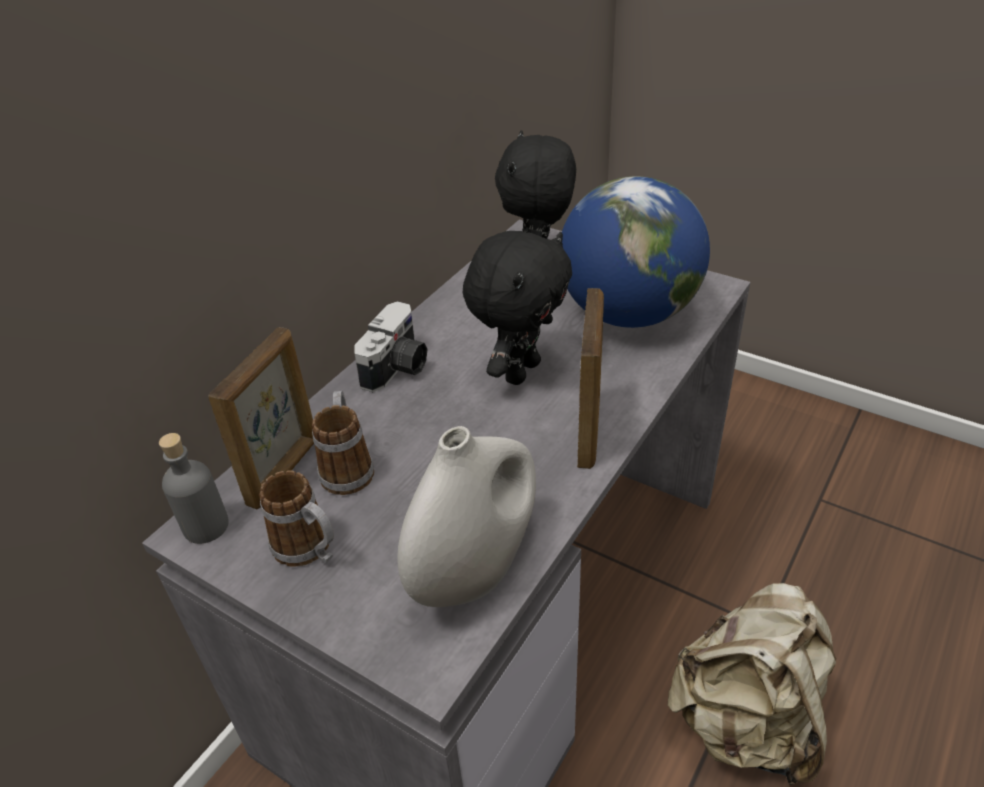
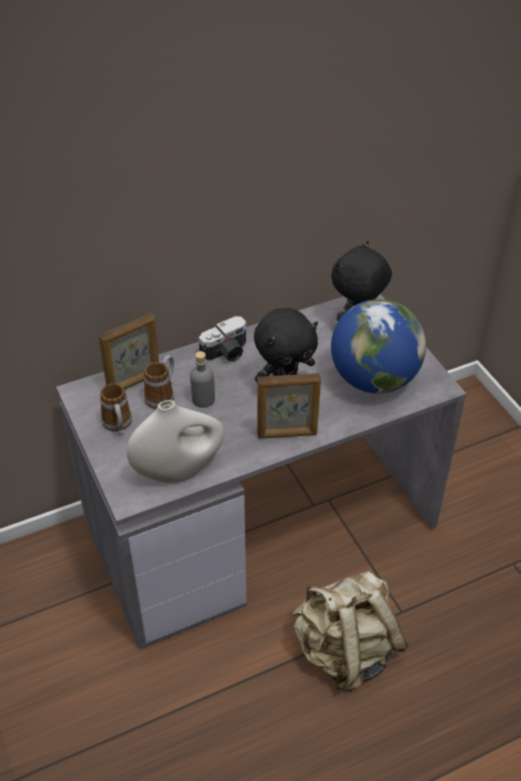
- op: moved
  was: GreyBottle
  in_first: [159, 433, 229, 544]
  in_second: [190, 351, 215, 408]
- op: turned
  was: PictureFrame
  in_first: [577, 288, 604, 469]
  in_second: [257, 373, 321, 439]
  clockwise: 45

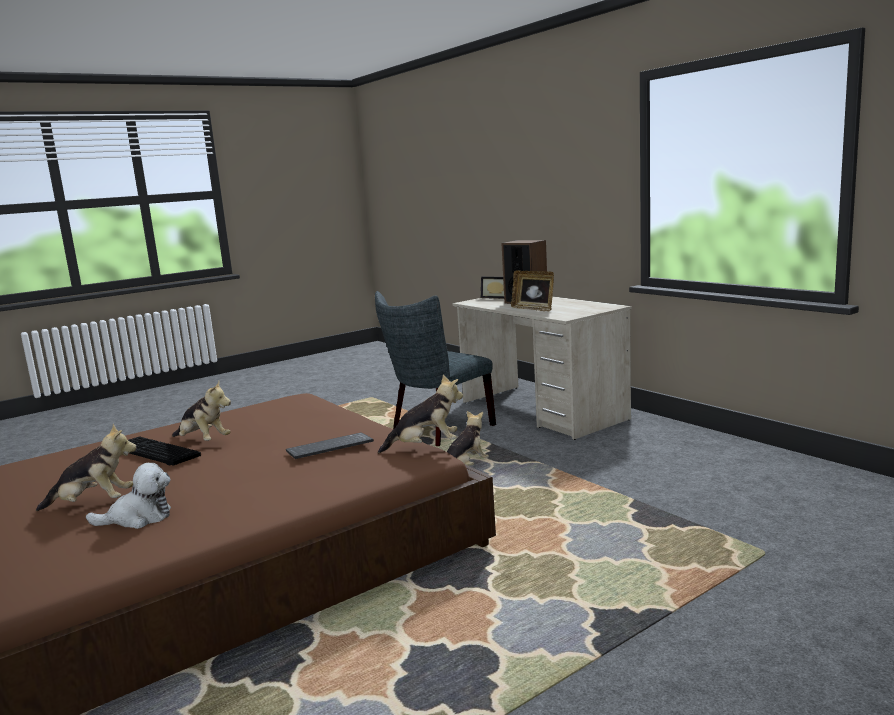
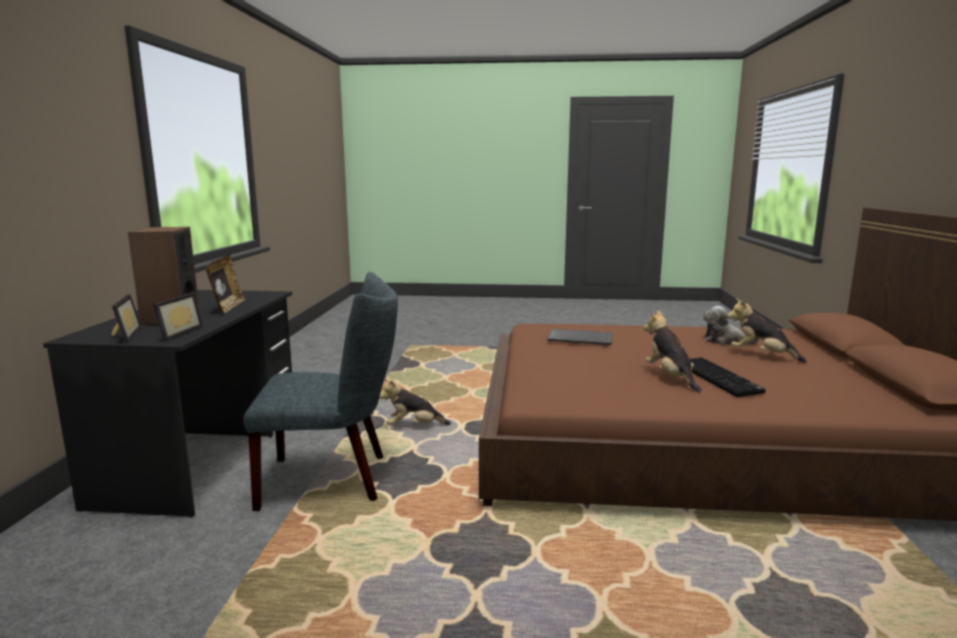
- op: removed
  was: CuddlyToy
  in_first: [378, 375, 463, 453]
- op: added
  now: PictureFrame
  in_second: [153, 292, 203, 341]
- op: recoloured
  was: BeigeDesk
  now: BlackDesk
  in_first: [452, 296, 632, 440]
  in_second: [43, 290, 292, 518]

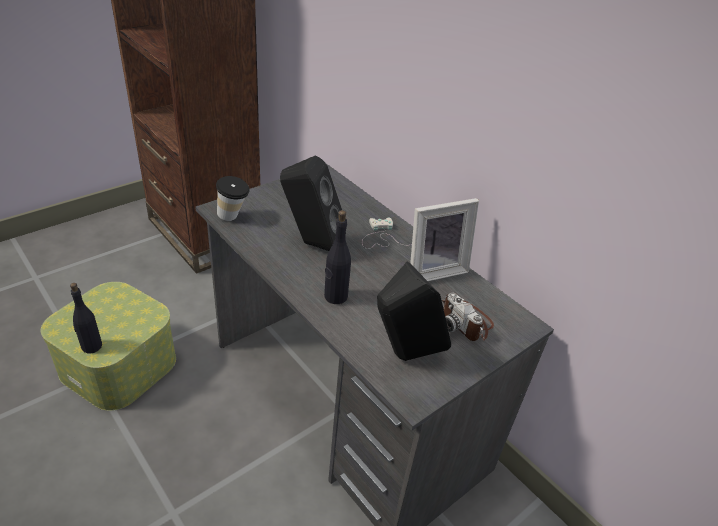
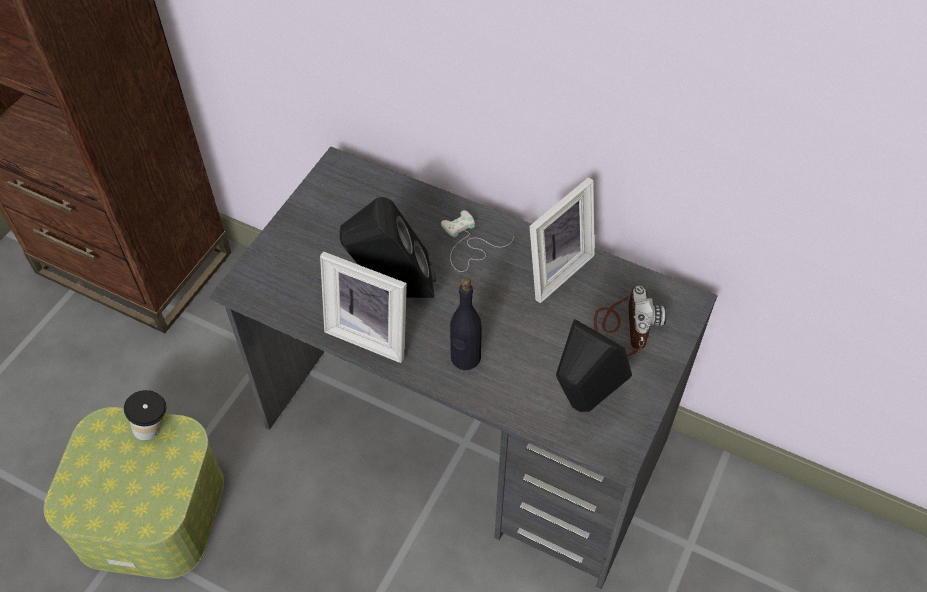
- op: removed
  was: BlackBottle
  in_first: [70, 283, 102, 353]
- op: added
  now: PictureFrame
  in_second: [320, 251, 407, 363]
- op: moved
  was: Cup
  in_first: [216, 176, 250, 221]
  in_second: [124, 390, 166, 440]
- op: turned
  was: StillCamera
  in_first: [442, 292, 494, 341]
  in_second: [594, 286, 667, 357]
  clockwise: -120

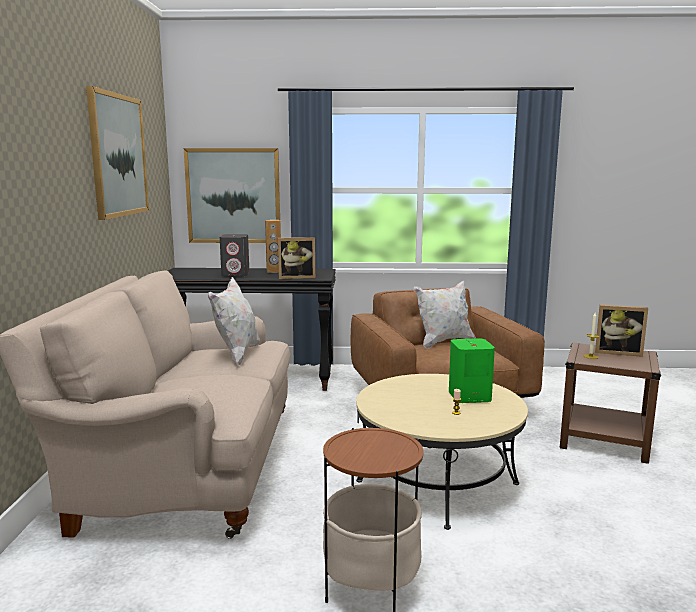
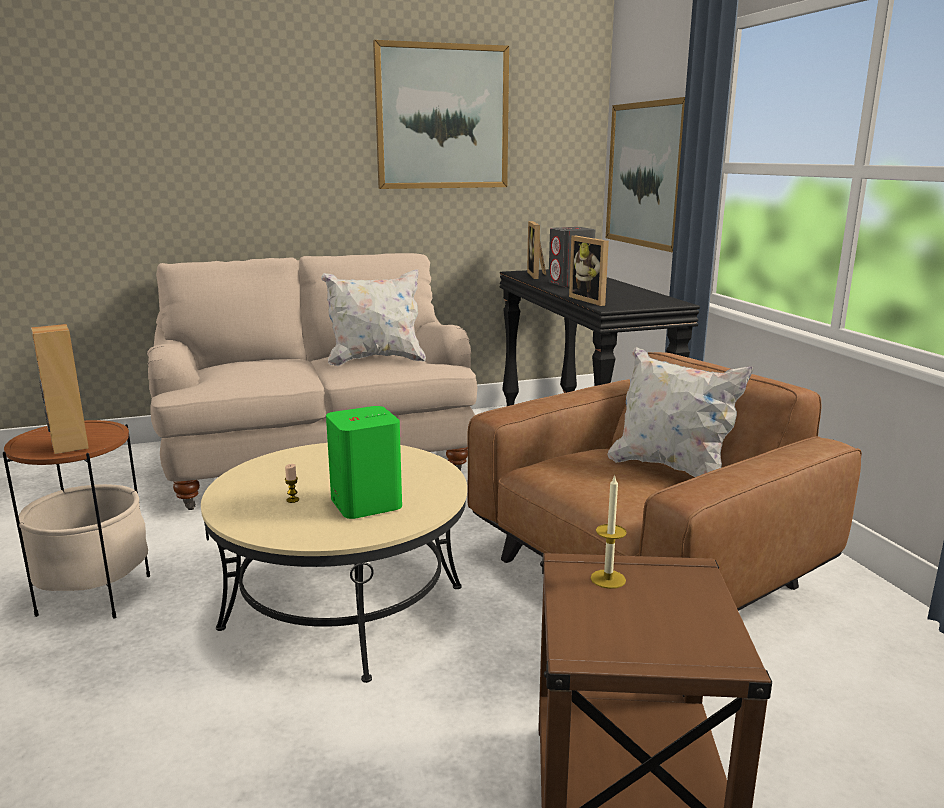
- op: moved
  was: BrownColouredLoudspeaker
  in_first: [265, 220, 281, 273]
  in_second: [31, 324, 89, 454]
- op: moved
  was: PictureFrame
  in_first: [595, 305, 648, 357]
  in_second: [527, 221, 546, 279]

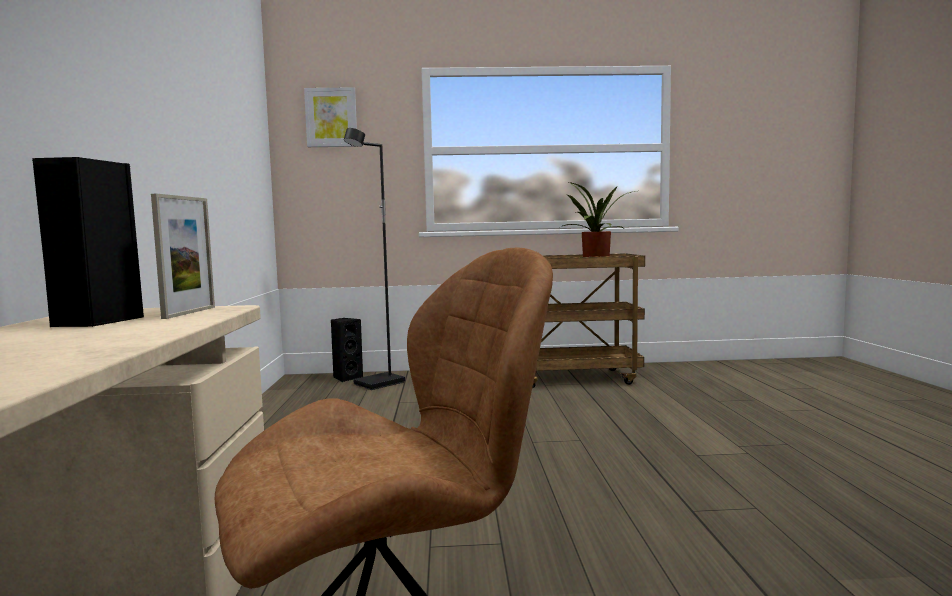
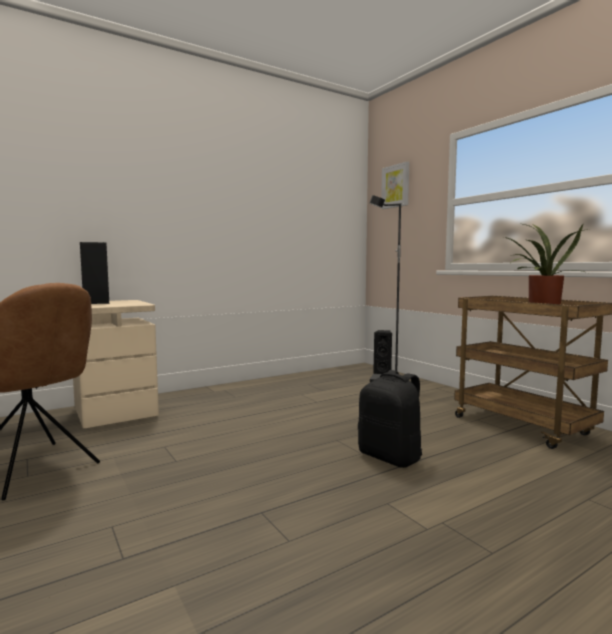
- op: removed
  was: PictureFrame
  in_first: [151, 194, 215, 319]
- op: added
  now: BlackRucksack
  in_second: [358, 370, 422, 468]

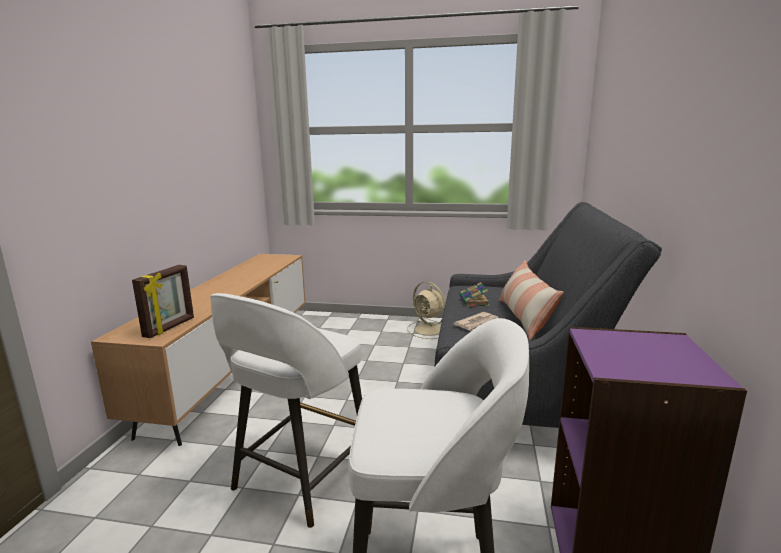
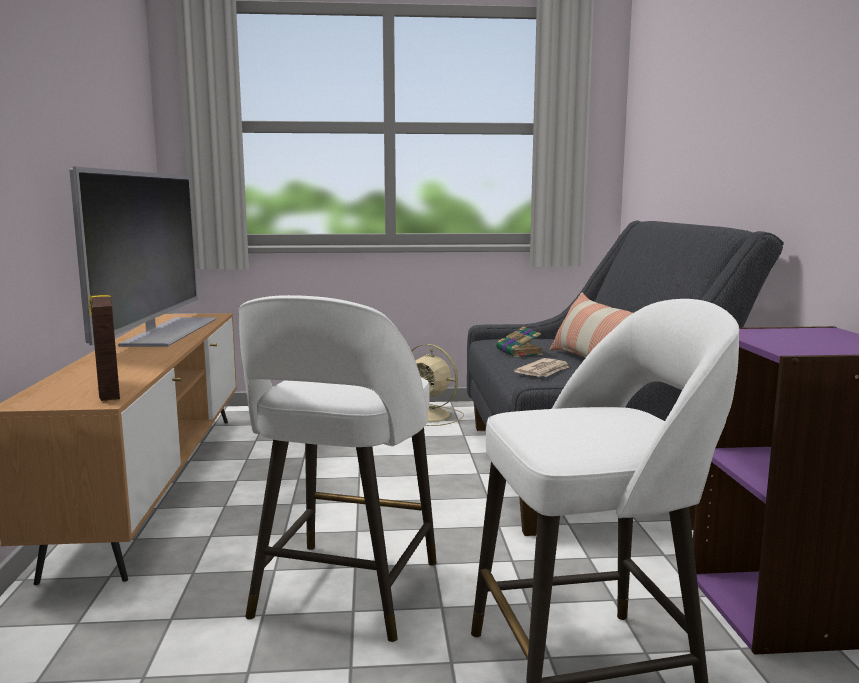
- op: added
  now: Television
  in_second: [69, 166, 216, 347]
- op: turned
  was: PictureFrame
  in_first: [132, 265, 194, 338]
  in_second: [89, 294, 120, 401]
  clockwise: 150

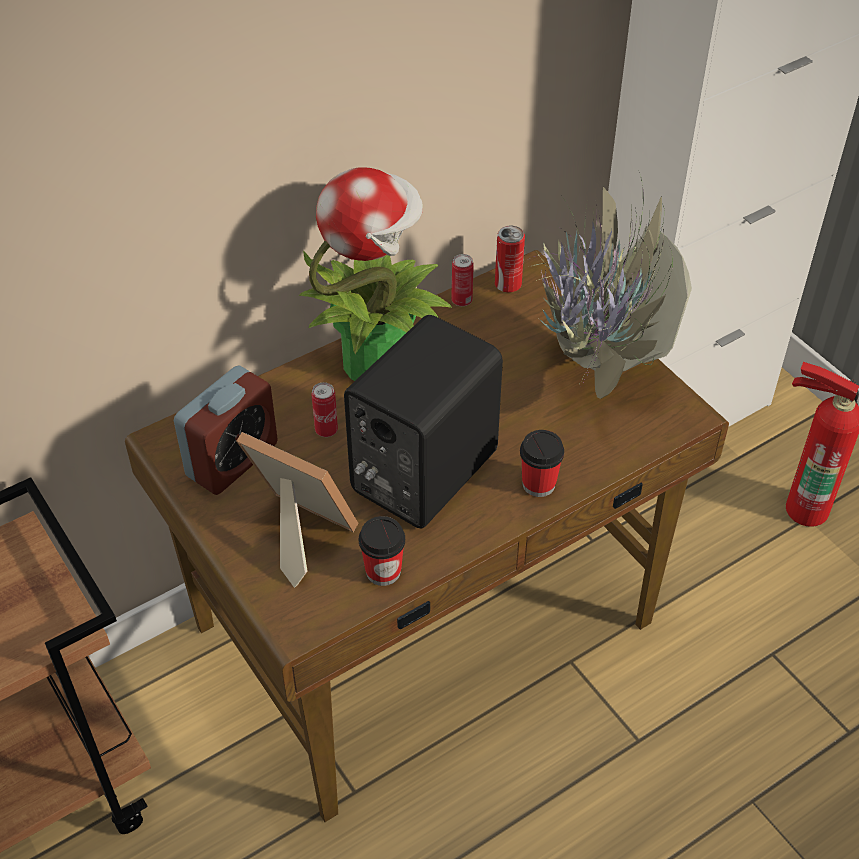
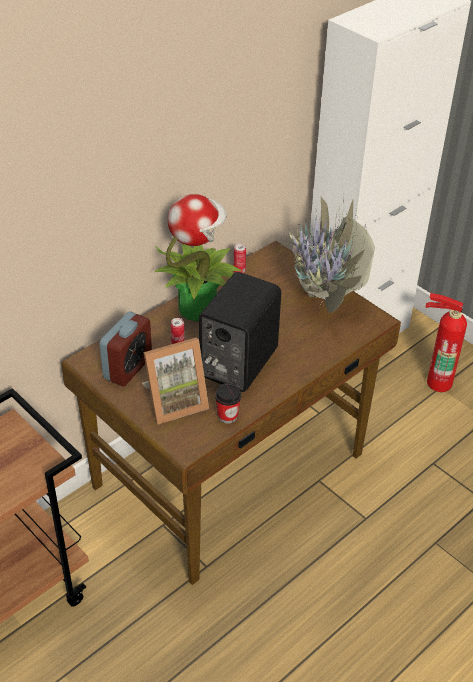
- op: removed
  was: SealedCan
  in_first: [495, 225, 525, 292]
- op: removed
  was: Cup
  in_first: [520, 430, 564, 497]
- op: turned
  was: PictureFrame
  in_first: [236, 432, 358, 588]
  in_second: [142, 337, 209, 425]
  clockwise: 135

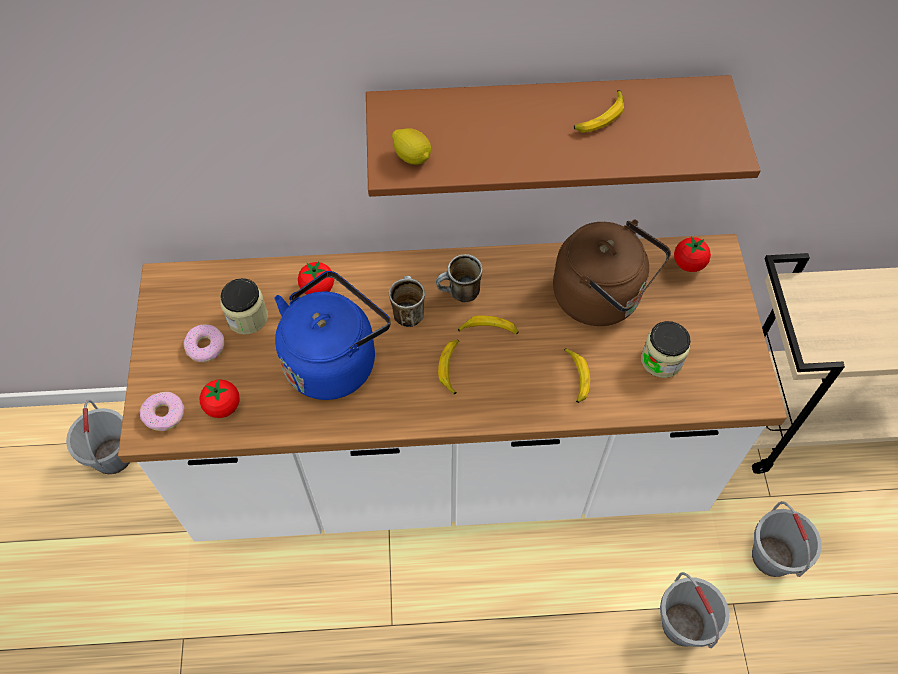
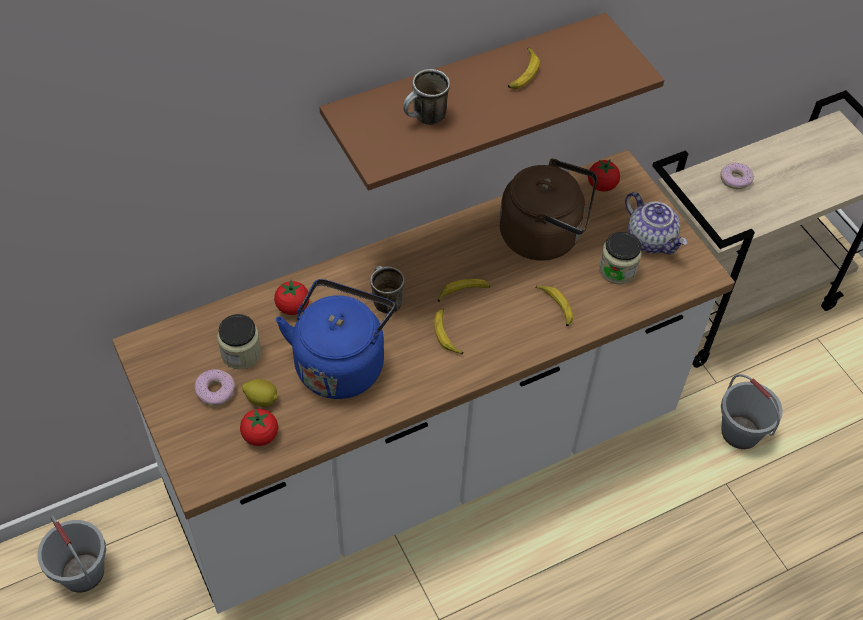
- op: removed
  was: GreyPail
  in_first: [660, 572, 730, 648]
- op: added
  now: PotForTea
  in_second: [625, 192, 687, 255]
- op: moved
  was: Donut
  in_first: [140, 392, 185, 431]
  in_second: [720, 162, 754, 189]
- op: moved
  was: WholeLemon
  in_first: [392, 128, 431, 165]
  in_second: [242, 379, 278, 407]
- op: moved
  was: TeaMug
  in_first: [436, 254, 482, 303]
  in_second: [403, 69, 450, 125]

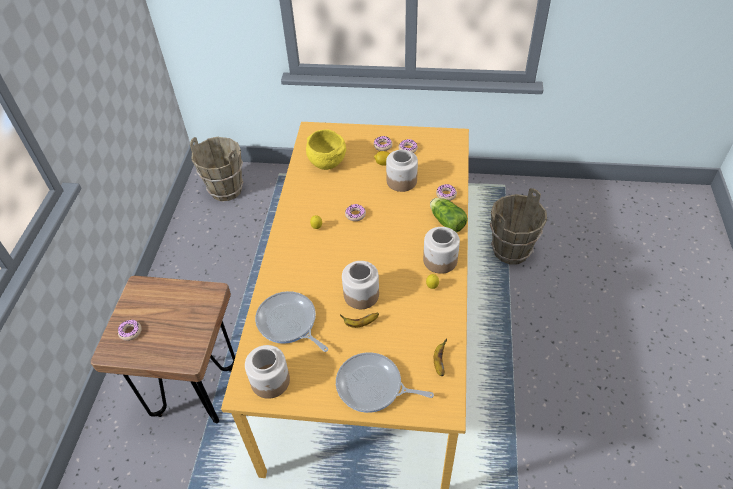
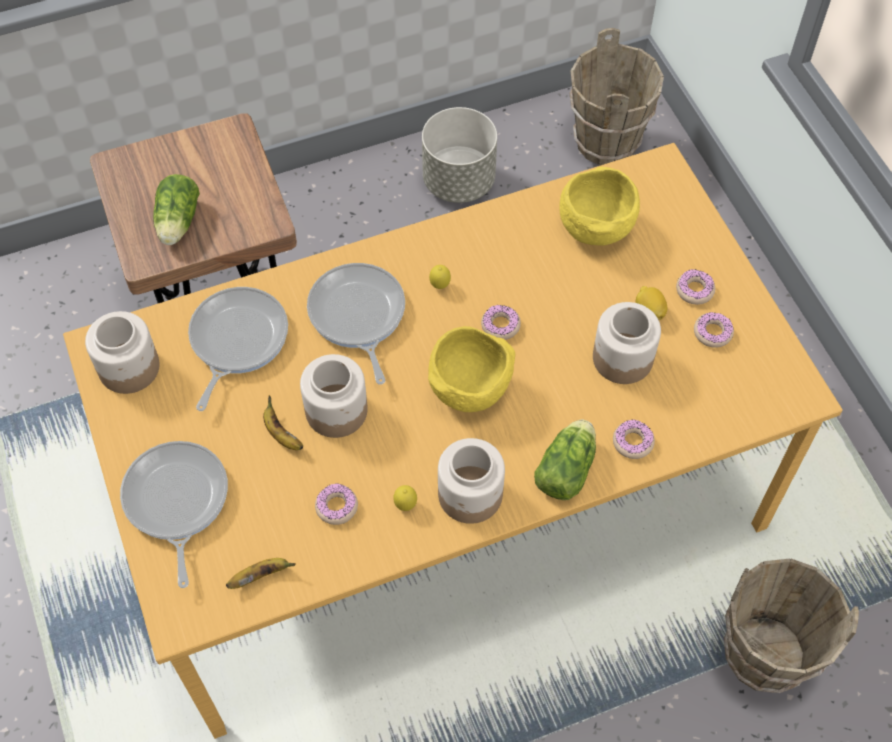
- op: added
  now: Lettuce
  in_second: [153, 174, 200, 245]
- op: added
  now: Pan
  in_second: [307, 263, 405, 384]
- op: added
  now: GreyPlantPot
  in_second: [422, 107, 497, 203]
- op: added
  now: YellowishServingBowl
  in_second: [428, 326, 515, 412]
- op: moved
  was: Donut
  in_first: [118, 320, 142, 341]
  in_second: [315, 483, 358, 525]

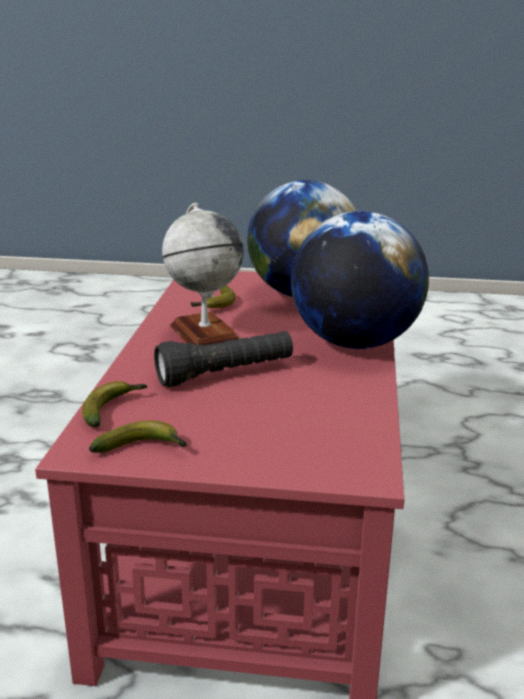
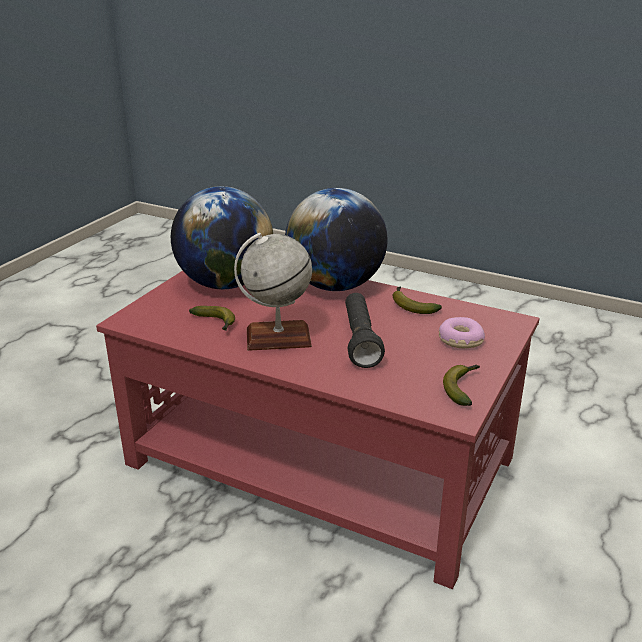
- op: added
  now: Donut
  in_second: [439, 317, 485, 348]
- op: moved
  was: Banana
  in_first: [82, 381, 147, 427]
  in_second: [393, 286, 442, 314]

